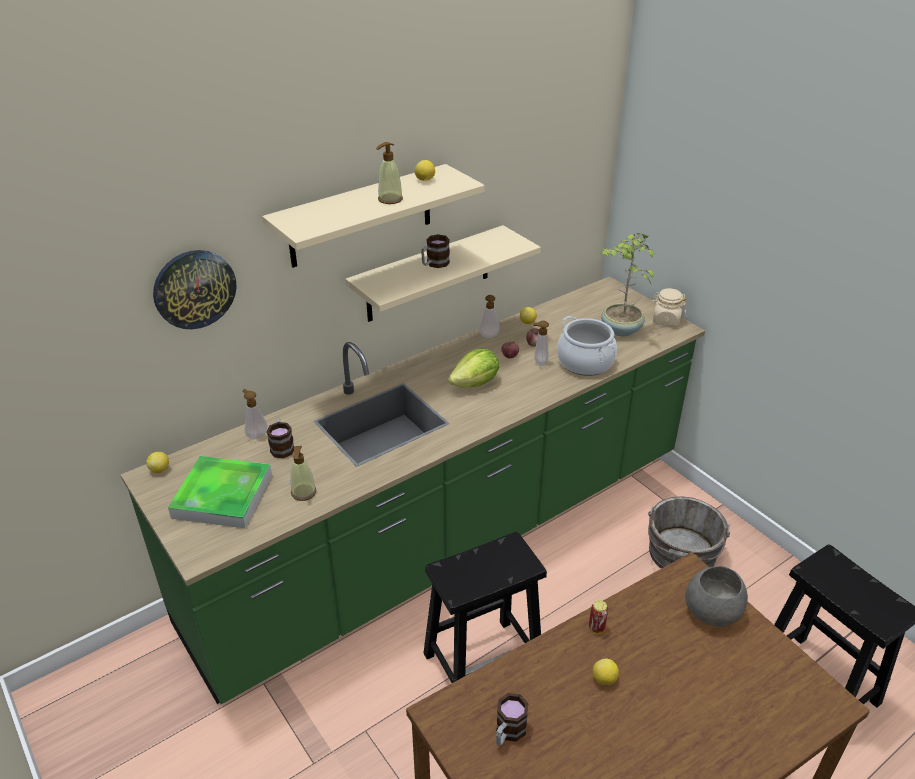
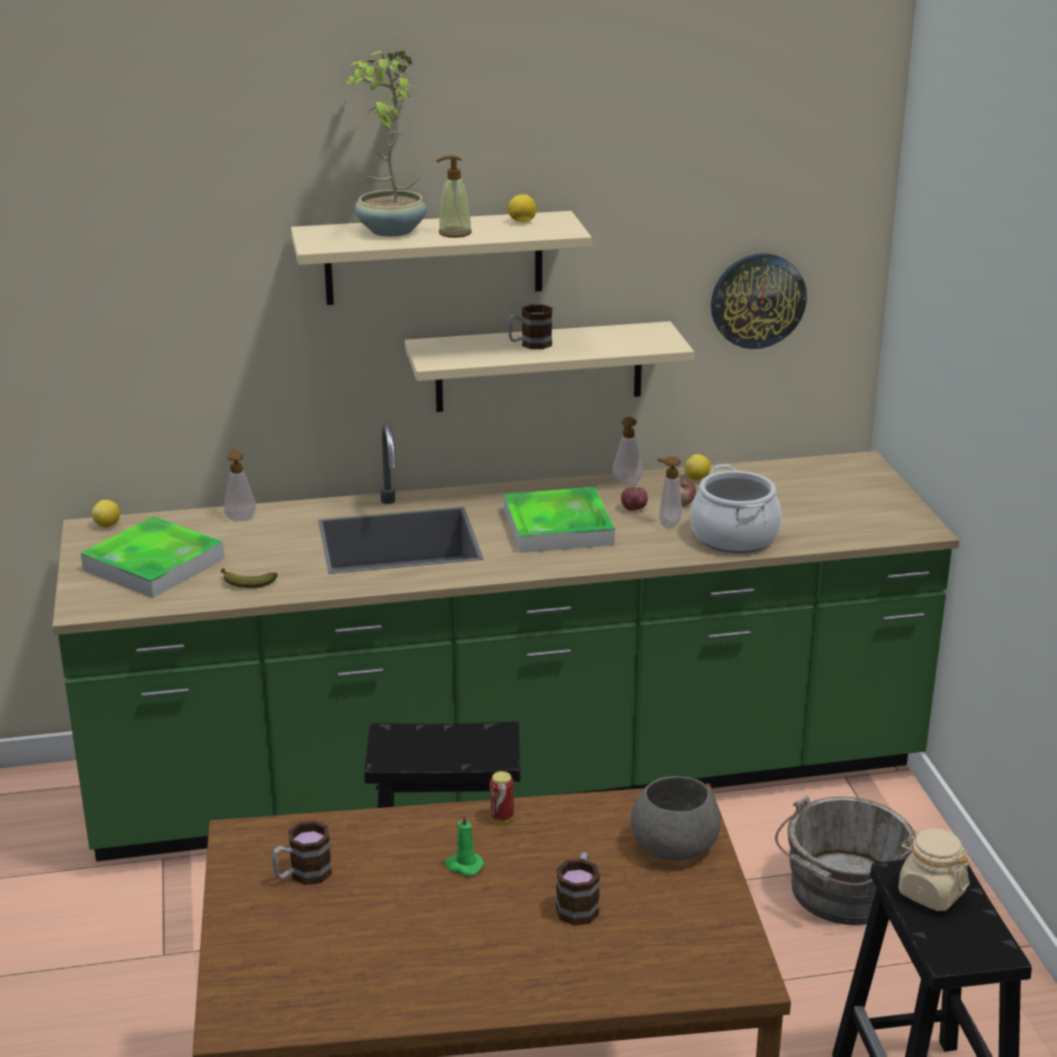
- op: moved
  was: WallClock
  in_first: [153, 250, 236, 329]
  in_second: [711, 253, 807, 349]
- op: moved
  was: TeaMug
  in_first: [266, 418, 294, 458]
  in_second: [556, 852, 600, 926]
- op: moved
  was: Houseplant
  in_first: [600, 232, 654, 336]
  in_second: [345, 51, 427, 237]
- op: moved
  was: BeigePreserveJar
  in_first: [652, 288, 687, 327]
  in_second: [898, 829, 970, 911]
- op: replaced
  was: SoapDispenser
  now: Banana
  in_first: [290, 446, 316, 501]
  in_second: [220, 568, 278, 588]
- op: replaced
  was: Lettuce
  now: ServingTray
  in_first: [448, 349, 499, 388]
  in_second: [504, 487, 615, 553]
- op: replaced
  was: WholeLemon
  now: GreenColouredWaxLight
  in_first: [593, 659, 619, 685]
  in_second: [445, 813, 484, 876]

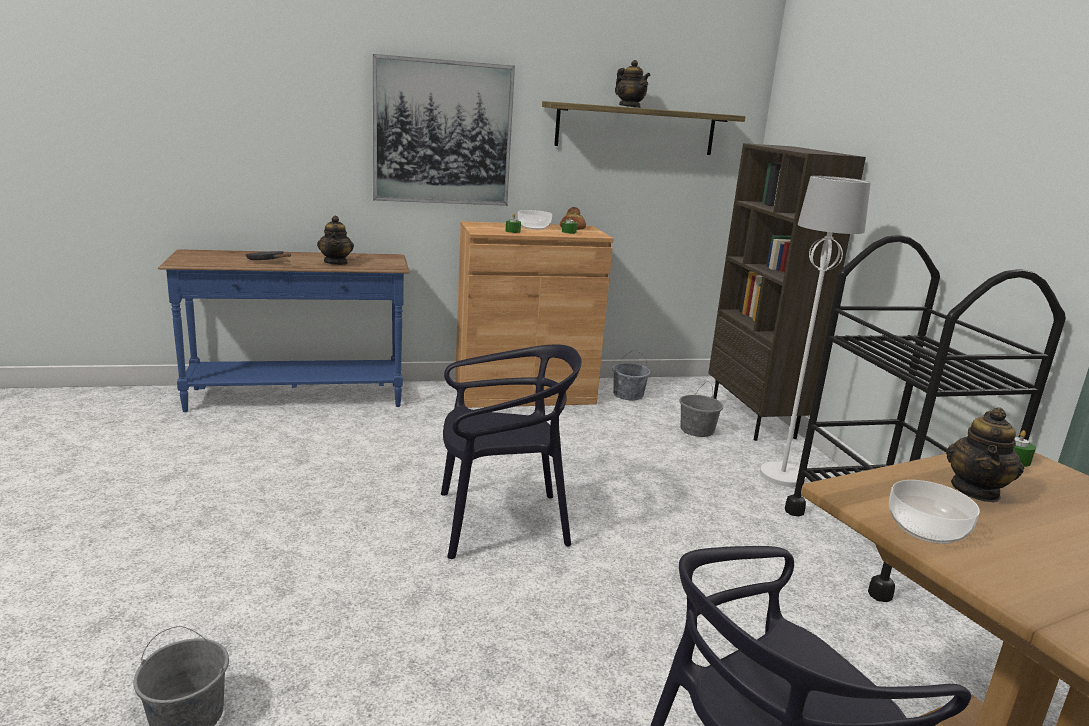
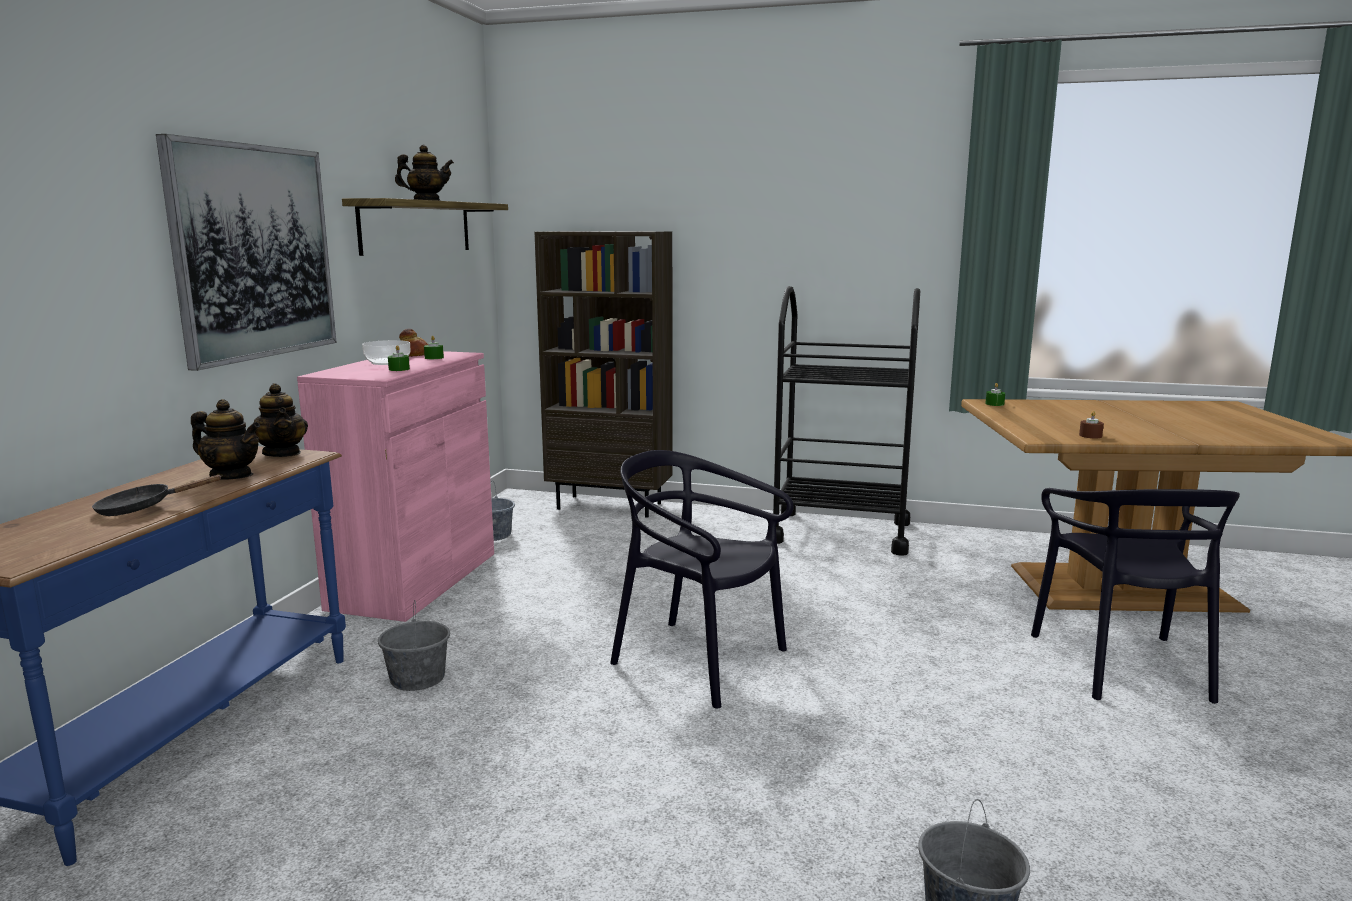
- op: removed
  was: WhiteColouredStandingLamp
  in_first: [760, 176, 871, 487]
- op: moved
  was: GreyPail
  in_first: [679, 382, 723, 437]
  in_second: [378, 600, 450, 691]
- op: moved
  was: PotForTea
  in_first: [946, 407, 1024, 502]
  in_second: [250, 383, 308, 457]
- op: replaced
  was: ServingBowl
  now: BrownColouredWaxLight
  in_first: [889, 480, 980, 544]
  in_second: [1079, 411, 1104, 438]
- op: recoloured
  was: BrownColouredStorageCabinet
  now: PinkColouredStorageCabinet
  in_first: [455, 221, 613, 408]
  in_second: [297, 351, 494, 622]
- op: turned
  was: BlackUprightChair
  in_first: [441, 344, 582, 559]
  in_second: [610, 450, 793, 709]
  clockwise: -75

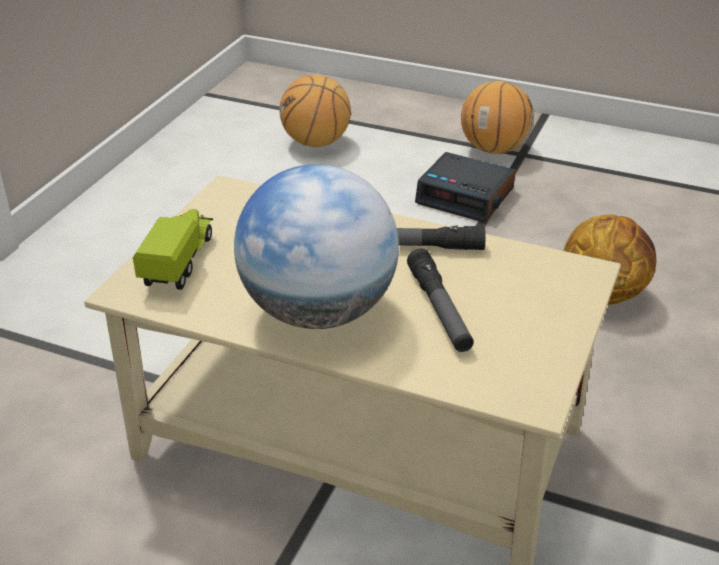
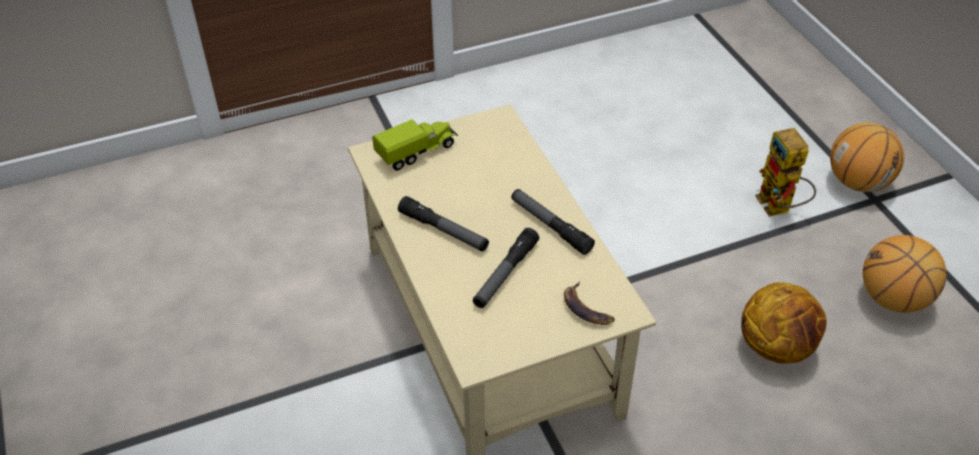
- op: added
  now: Banana
  in_second: [564, 282, 615, 325]
- op: moved
  was: Basketball
  in_first: [279, 75, 351, 147]
  in_second: [863, 235, 947, 313]
- op: replaced
  was: Globe
  now: HandTorch
  in_first: [234, 164, 399, 329]
  in_second: [398, 196, 489, 251]
- op: replaced
  was: AlarmClock
  now: RobotFigure
  in_first: [415, 152, 516, 222]
  in_second: [755, 128, 816, 217]

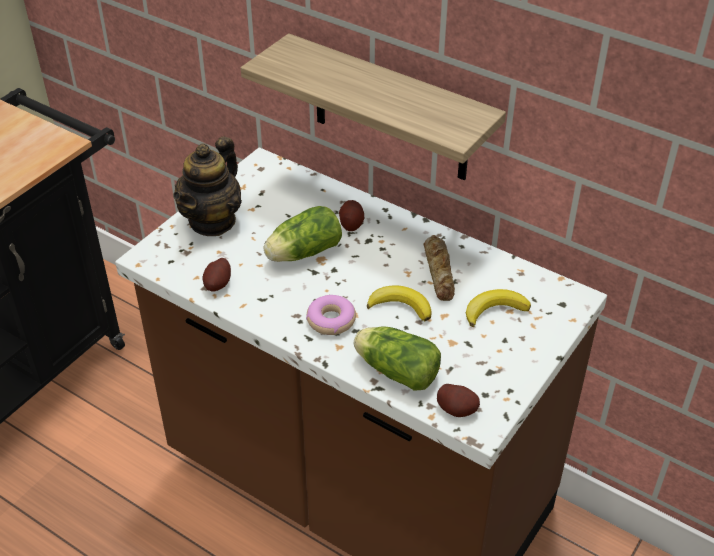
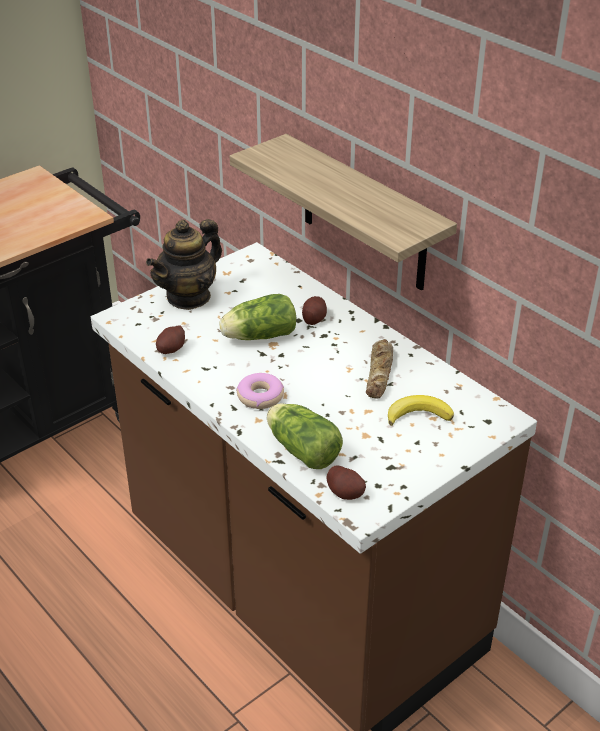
- op: removed
  was: Banana
  in_first: [367, 285, 431, 321]

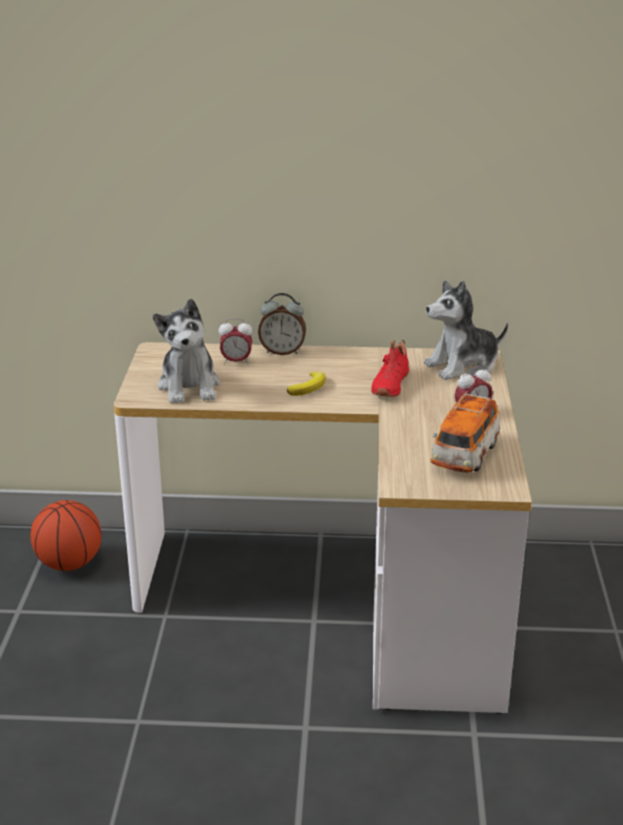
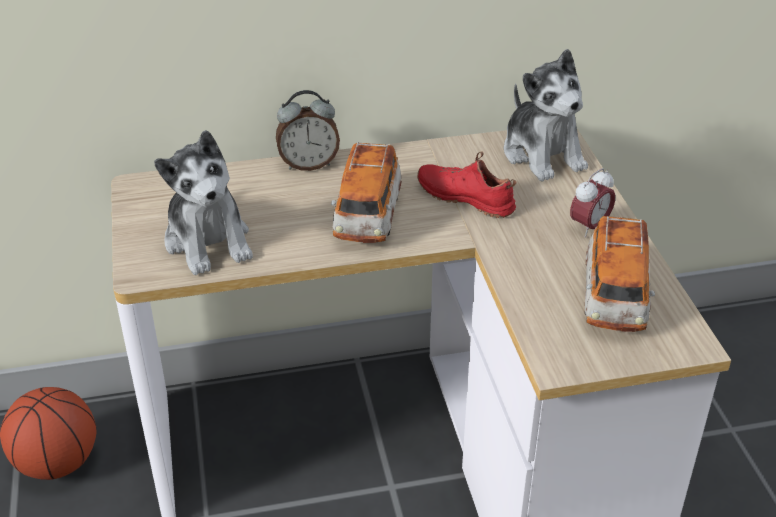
- op: removed
  was: AlarmClock
  in_first: [219, 318, 252, 364]
- op: replaced
  was: Banana
  now: ToyCar
  in_first: [287, 371, 326, 396]
  in_second: [331, 142, 402, 243]
- op: turned
  was: ReddishShoe
  in_first: [371, 340, 409, 397]
  in_second: [417, 151, 516, 218]
  clockwise: 120
- op: turned
  was: CuddlyToy
  in_first: [424, 280, 508, 380]
  in_second: [504, 49, 588, 181]
  clockwise: -75

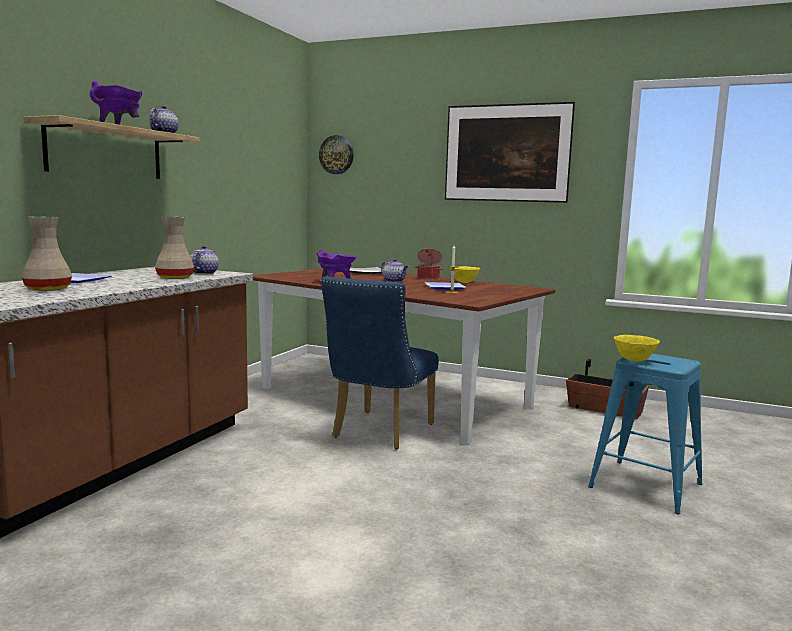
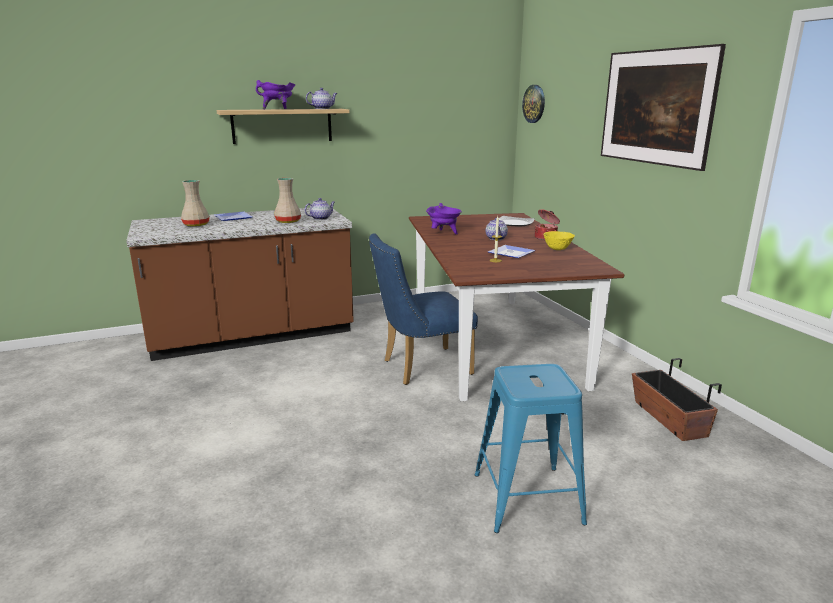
- op: removed
  was: YellowishServingBowl
  in_first: [614, 335, 660, 361]

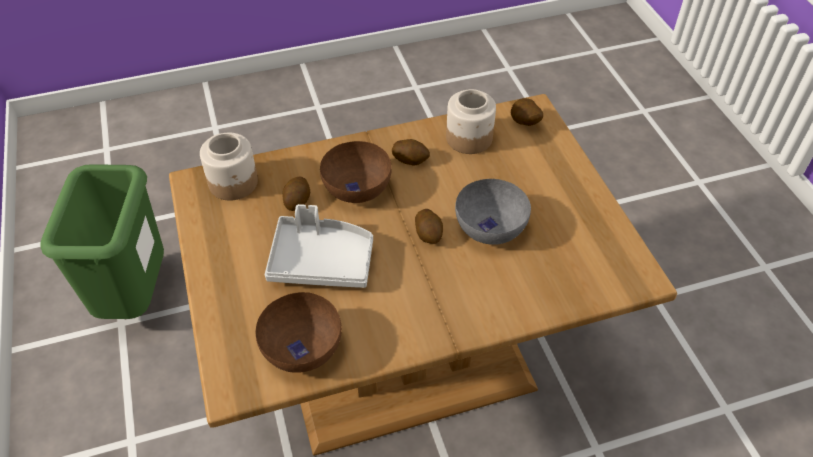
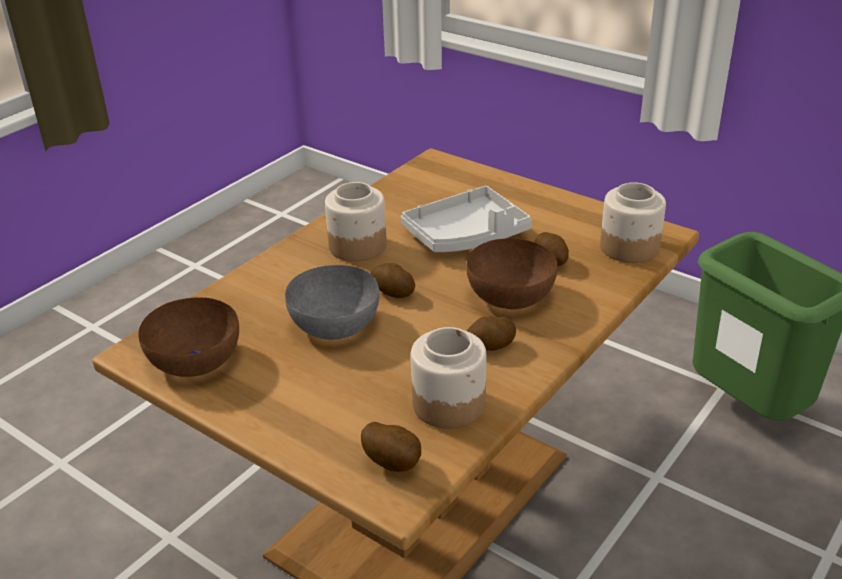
- op: added
  now: PreserveJar
  in_second: [325, 182, 387, 262]
- op: moved
  was: BrownColouredServingBowl
  in_first: [256, 292, 342, 373]
  in_second: [138, 297, 239, 377]

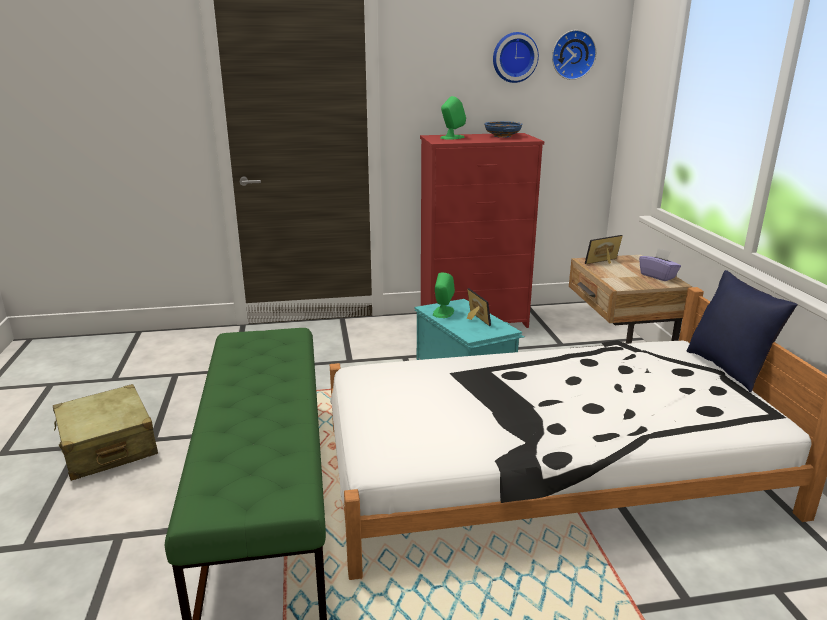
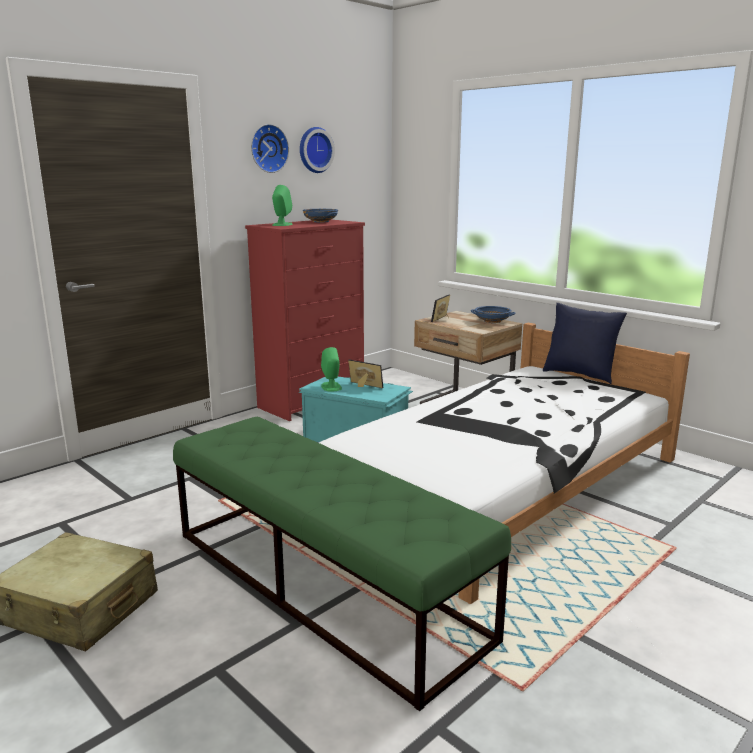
- op: moved
  was: WallClock
  in_first: [552, 30, 596, 80]
  in_second: [251, 124, 289, 173]
- op: replaced
  was: PurpleColouredTissueBox
  now: BlueColouredServingBowl
  in_first: [639, 248, 681, 281]
  in_second: [471, 306, 515, 323]

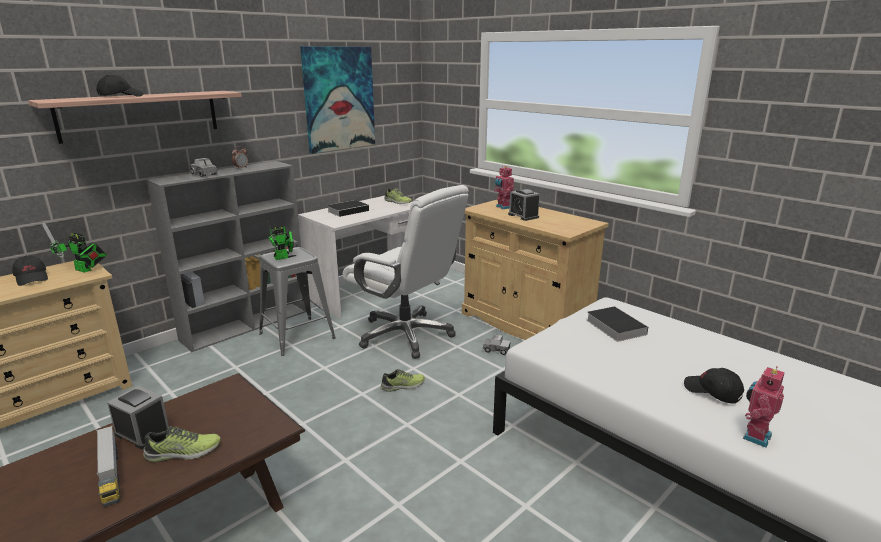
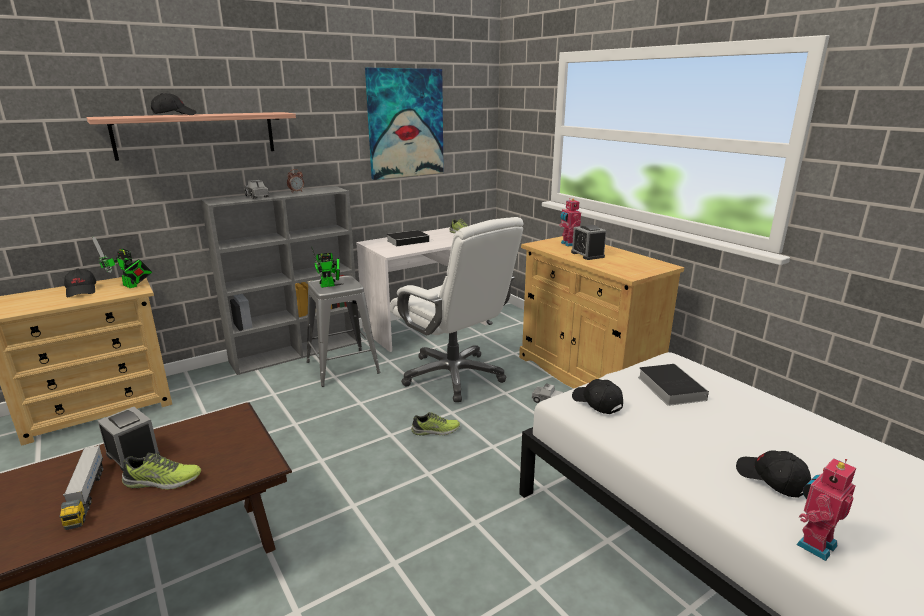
- op: added
  now: BlackPeakedCap
  in_second: [572, 379, 623, 414]

